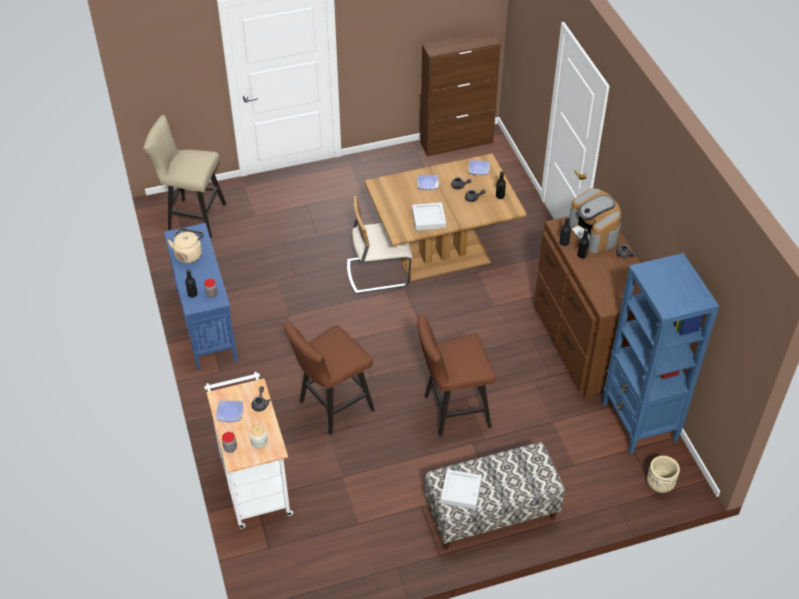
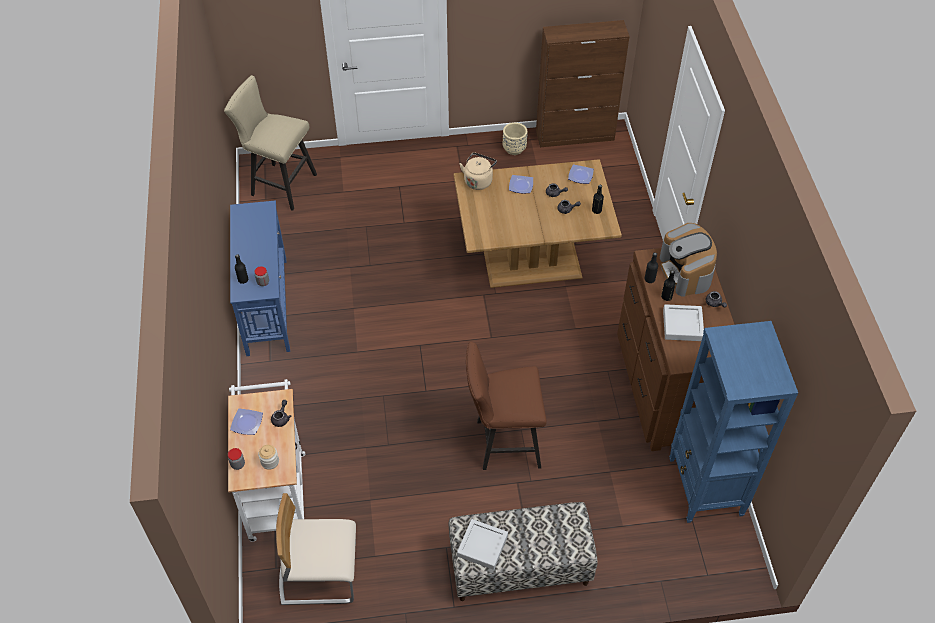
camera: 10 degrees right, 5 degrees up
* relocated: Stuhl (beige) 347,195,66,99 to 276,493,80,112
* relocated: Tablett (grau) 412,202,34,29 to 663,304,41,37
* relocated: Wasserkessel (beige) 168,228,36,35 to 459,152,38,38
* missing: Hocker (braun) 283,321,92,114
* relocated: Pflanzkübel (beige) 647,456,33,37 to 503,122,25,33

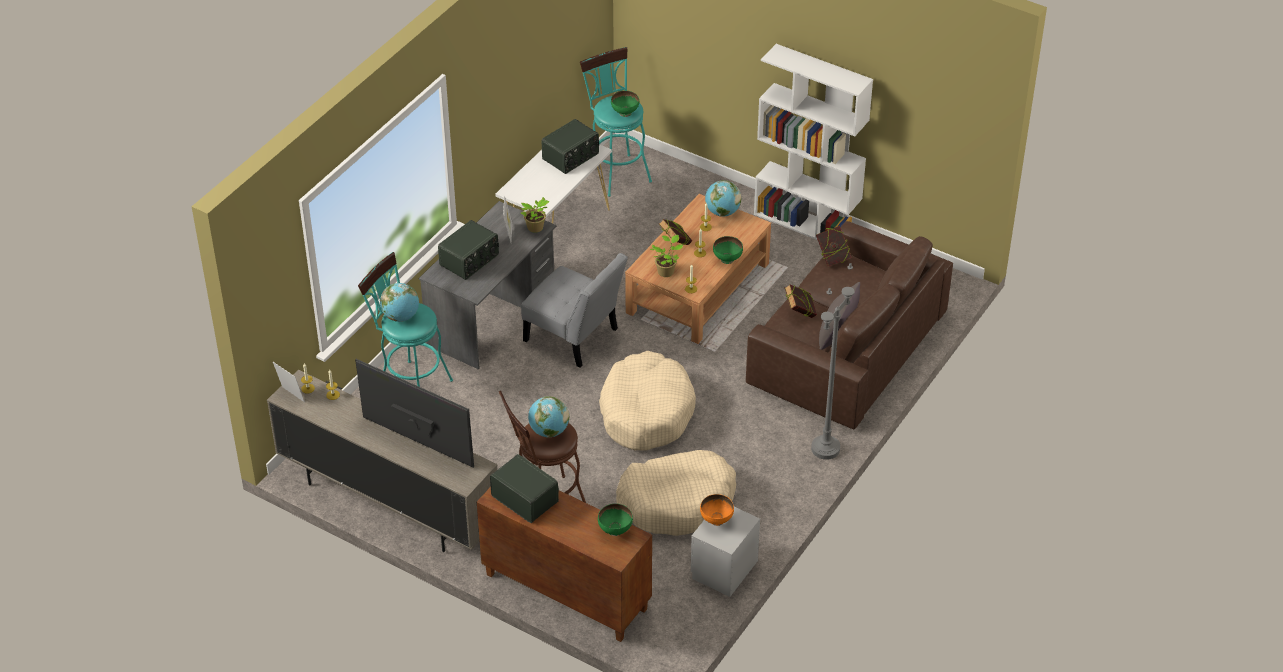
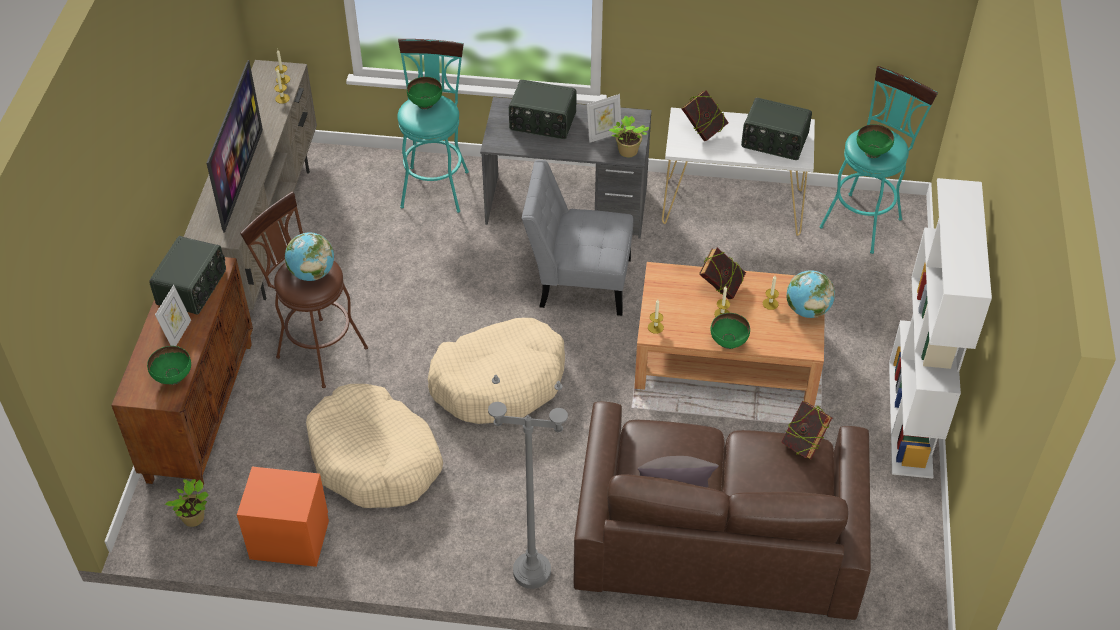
camera: 65 degrees right, 5 degrees up
* relocated: Topfpflanze 650,235,33,42 to 165,479,44,48
* spun: Stuhl (grau) 521,253,107,115 = 522,160,111,156 90 degrees clockwise
* exchanged: Globus 380,283,39,39 to Schüssel (grün) 407,77,35,32
* relocated: Buch 784,284,33,34 to 681,90,48,51
* relocated: Bilderrahmen 273,362,32,40 to 155,285,36,61
* missing: Schüssel (orange) 700,494,34,32
* colour: Nachttisch (grau) 691,507,69,90 to Nachttisch (orange) 237,467,92,100

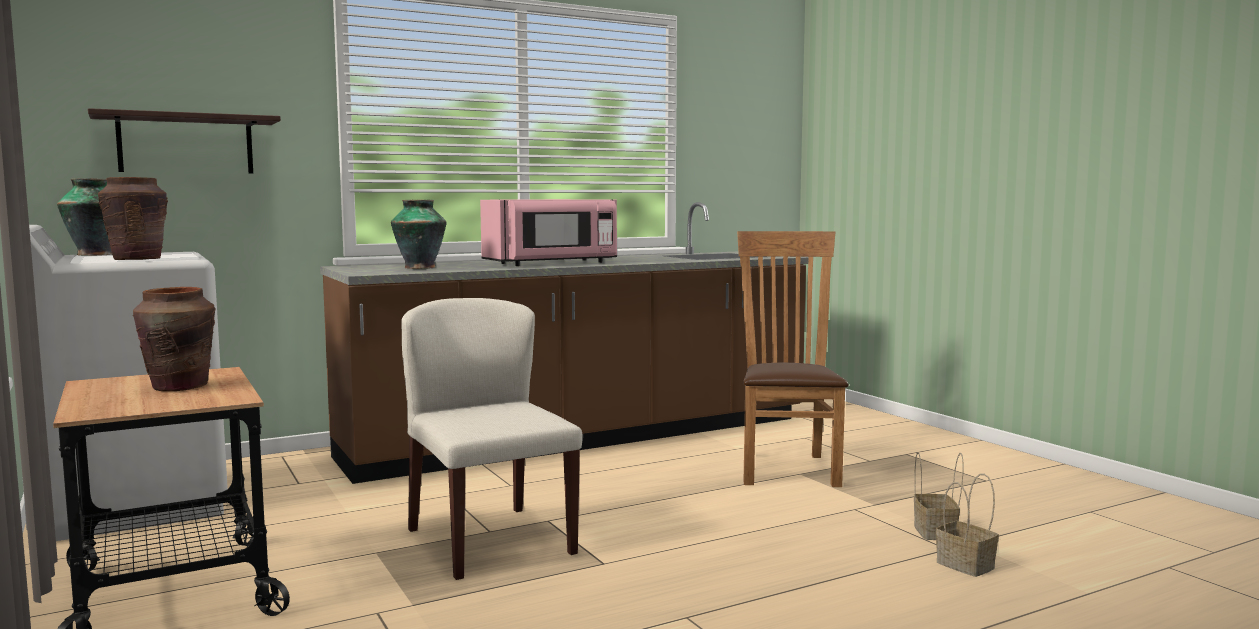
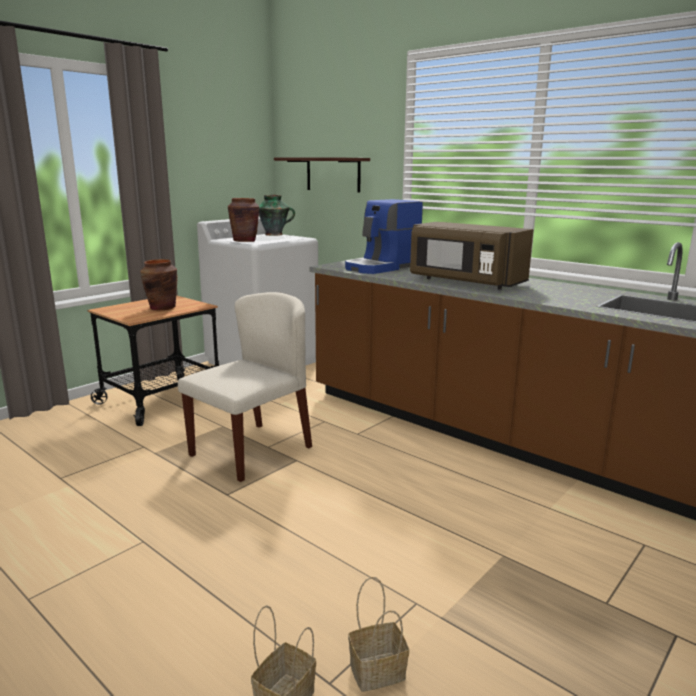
camera: 70 degrees right, 10 degrees up
* colour: Mikrowelle (rosa) 480,199,137,67 to Mikrowelle (braun) 410,222,123,67
* exchanged: Vase 391,200,56,69 to Kaffeemaschine 345,199,78,75
* missing: Stuhl (braun) 737,231,112,256

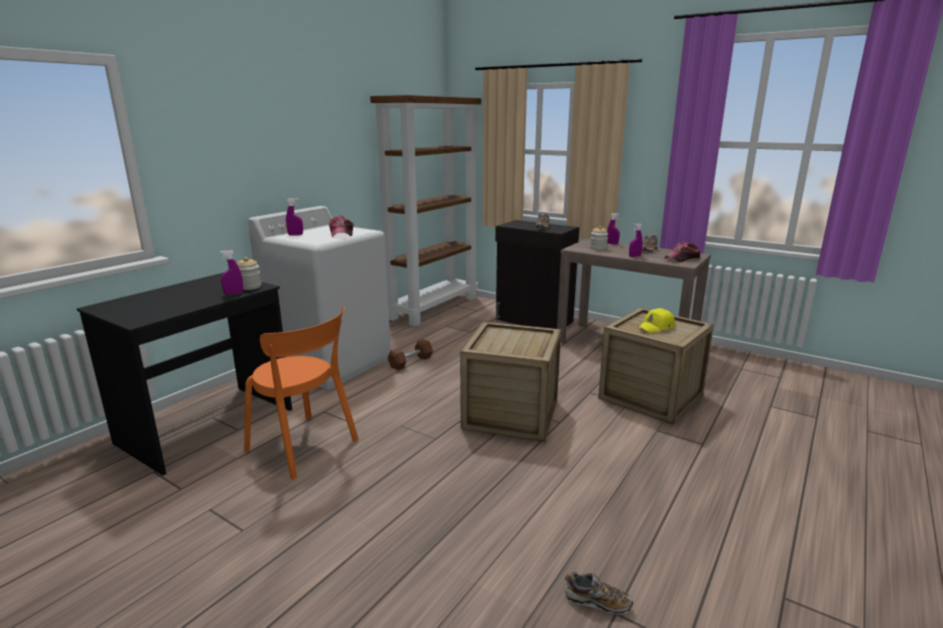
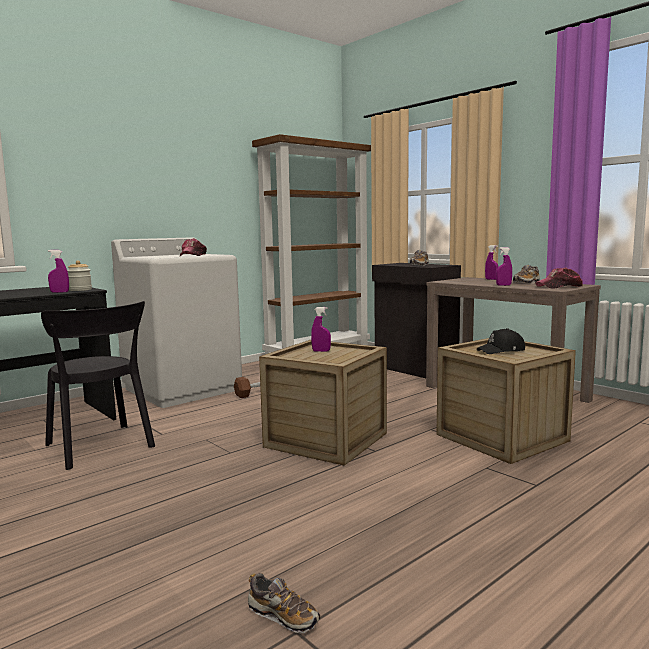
camera: 15 degrees right, 10 degrees down
* relocated: Sprühflasche (lila) 286,198,17,37 to 311,307,20,45
* missing: Vorratsglas 590,226,18,24
* colour: Stuhl (orange) 244,306,115,173 to Stuhl (schwarz) 41,301,114,169
* colour: Kappe (gelb) 638,308,37,25 to Kappe (schwarz) 477,328,48,26

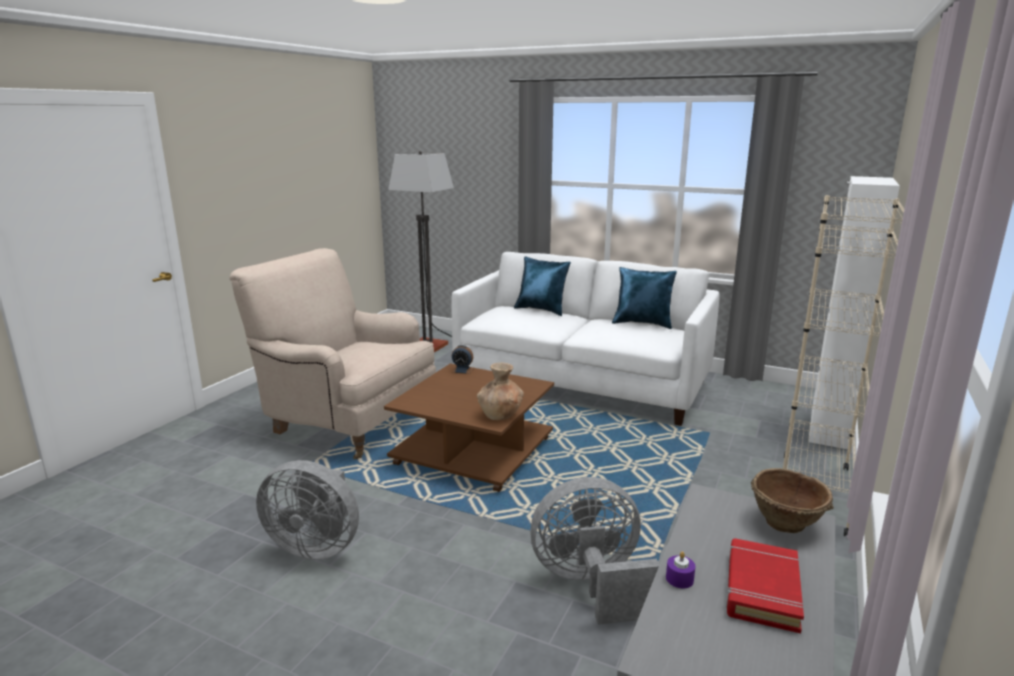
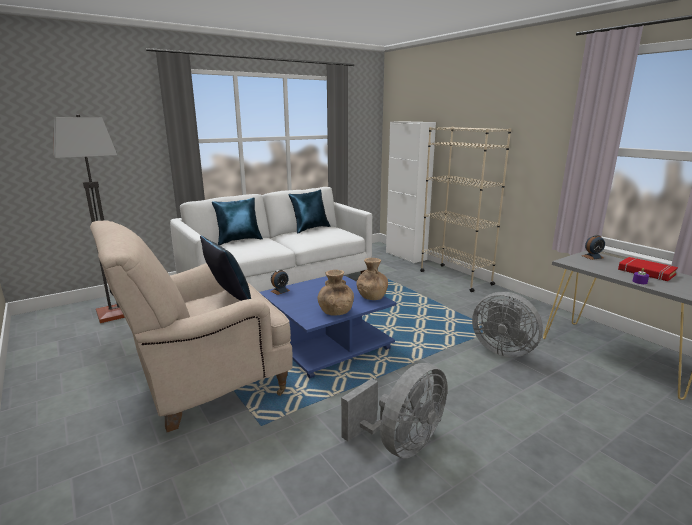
camera: 60 degrees left, 0 degrees up
* colour: Couchtisch (braun) 384,363,170,129 to Couchtisch (blau) 259,275,138,103
* exchanged: Schüssel (braun) 751,468,83,65 to Wecker 582,235,23,25
* spun: Ventilator (grau) 530,477,130,148 = 472,292,71,66 75 degrees counterclockwise
* appeared: Kissen (blau) 200,236,51,65
* appeared: Vase (braun) 318,270,36,46

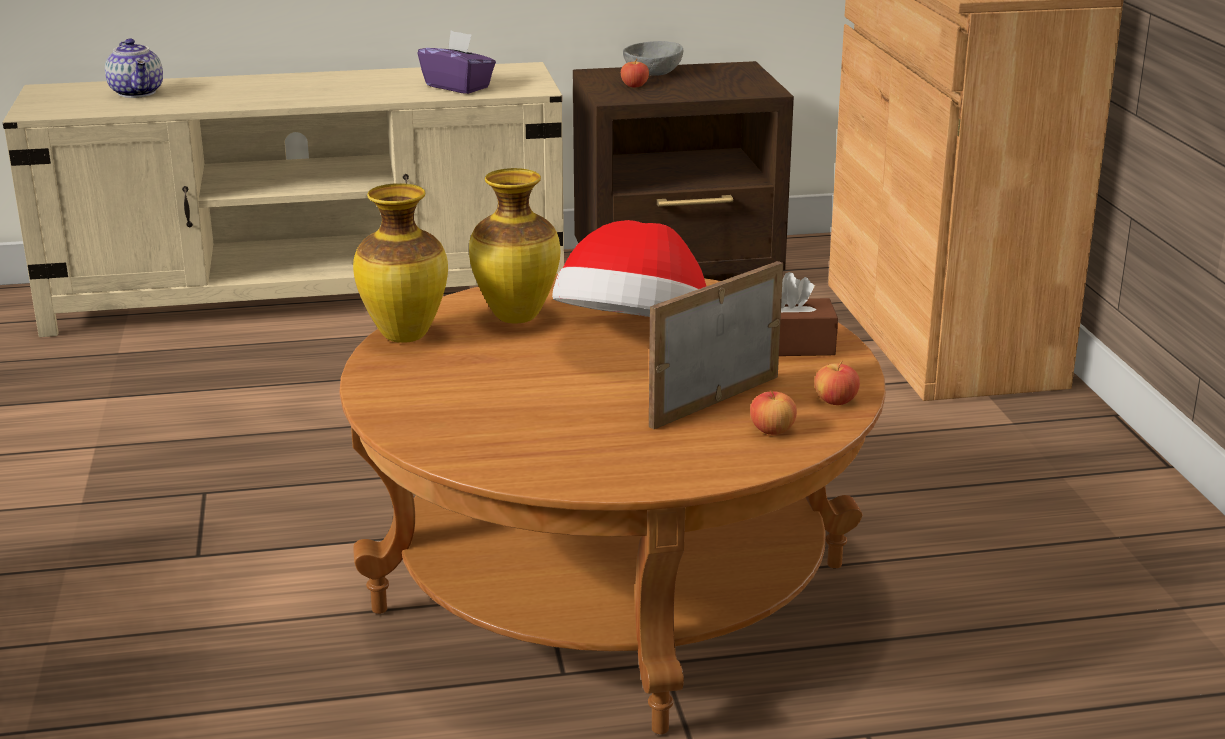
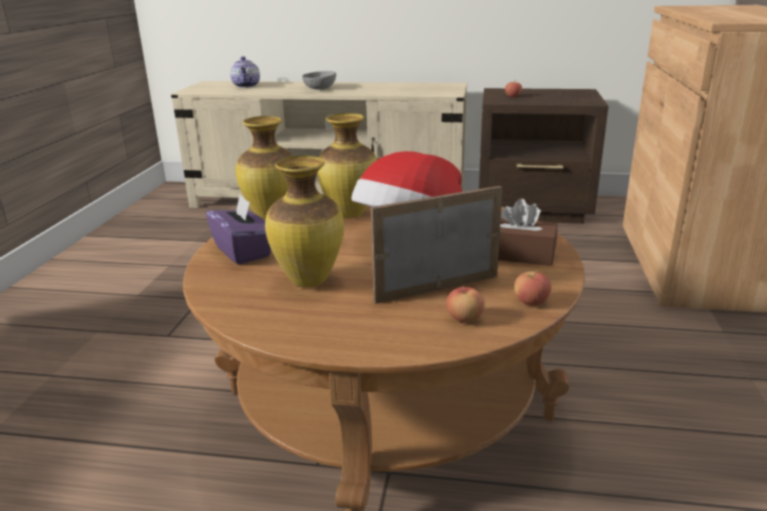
camera: 20 degrees right, 0 degrees up
* relocated: Taschentuchbox (lila) 418,30,78,64 to 206,195,65,70
* relocated: Schüssel (grau) 623,41,60,35 to 302,71,34,19
* appeared: Vase 265,156,79,131

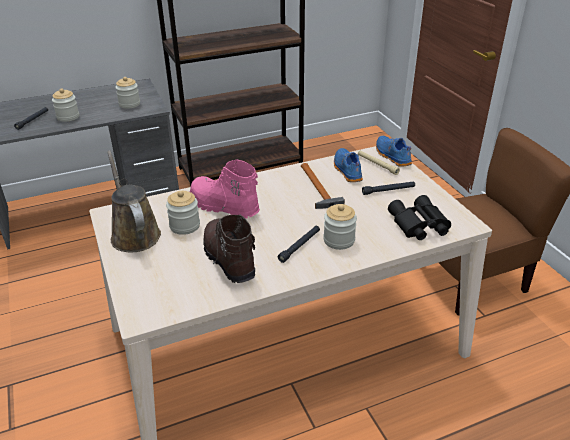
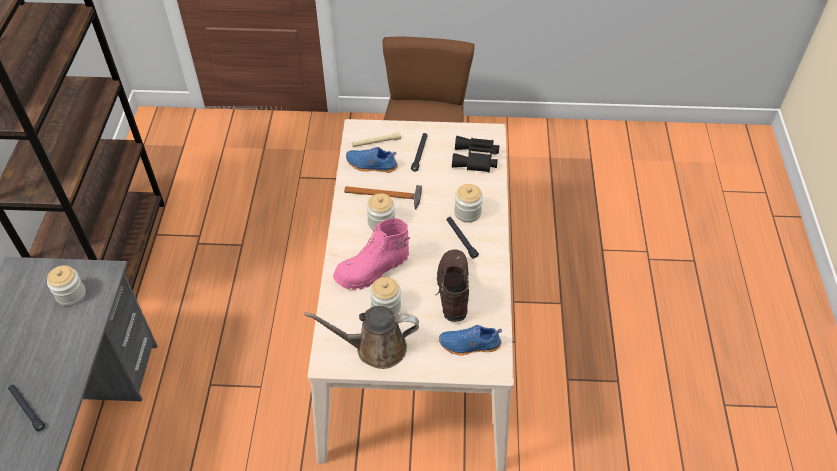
camera: 65 degrees left, 15 degrees up
* relocated: Vorratsglas 52,89,27,33 to 367,193,28,37
* relocated: Schuh (blau) 376,136,36,31 to 439,325,63,31
* spun: Stiefel (braun) 203,215,52,68 = 435,250,34,72 90 degrees clockwise

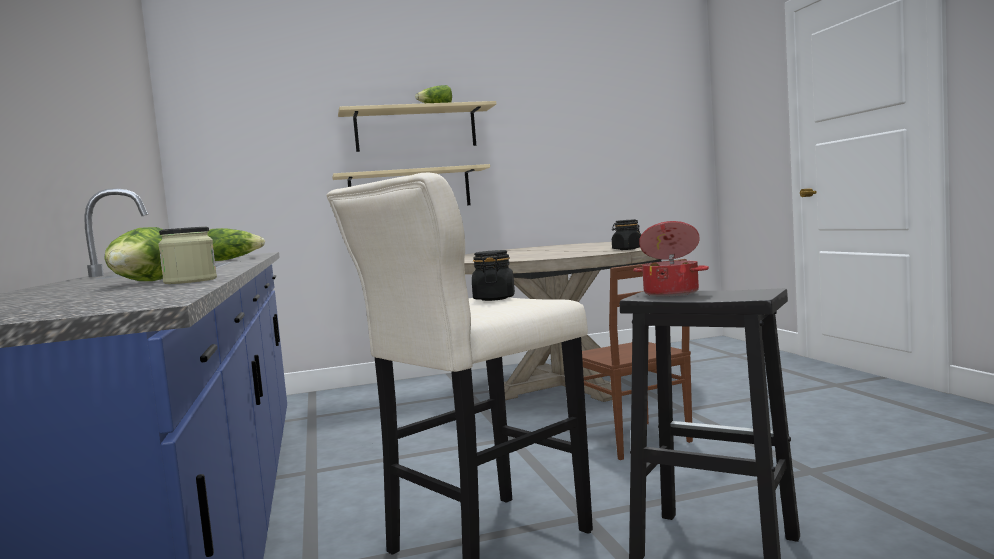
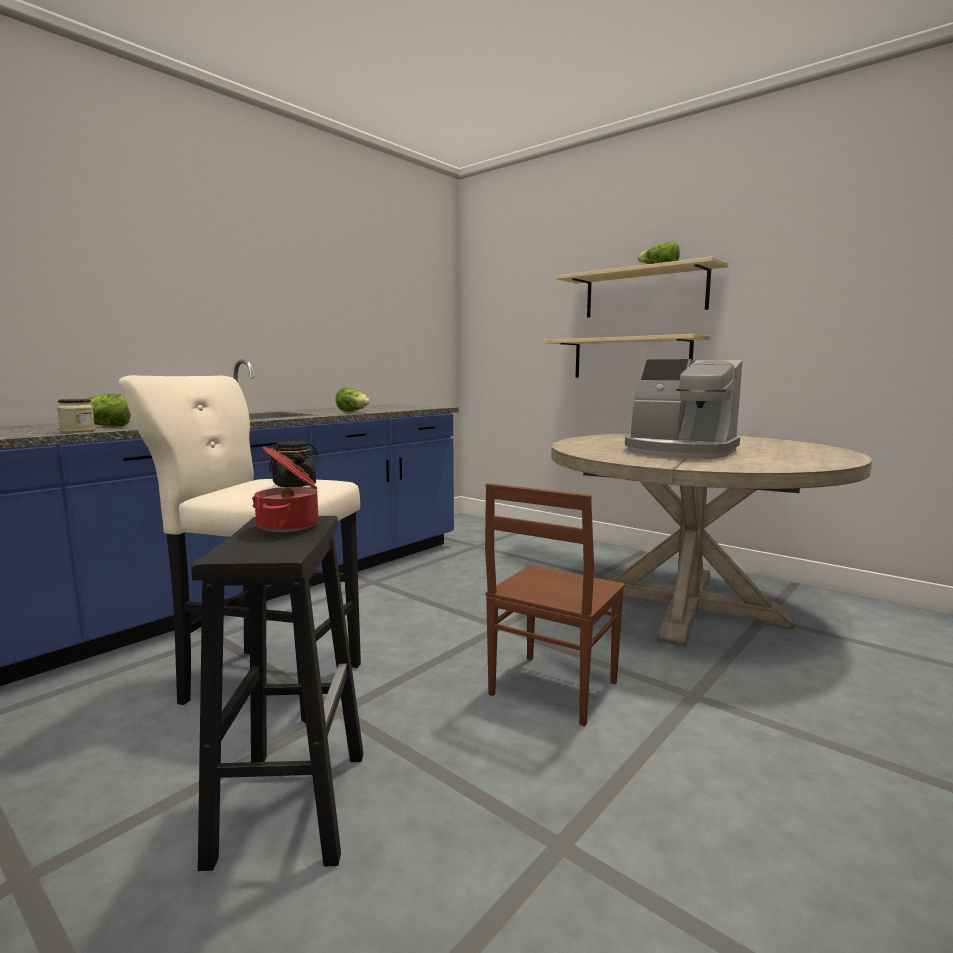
camera: 55 degrees right, 5 degrees up
* missing: Vorratsglas (schwarz) 612,219,29,31
* appeared: Kaffeemaschine 625,359,117,100

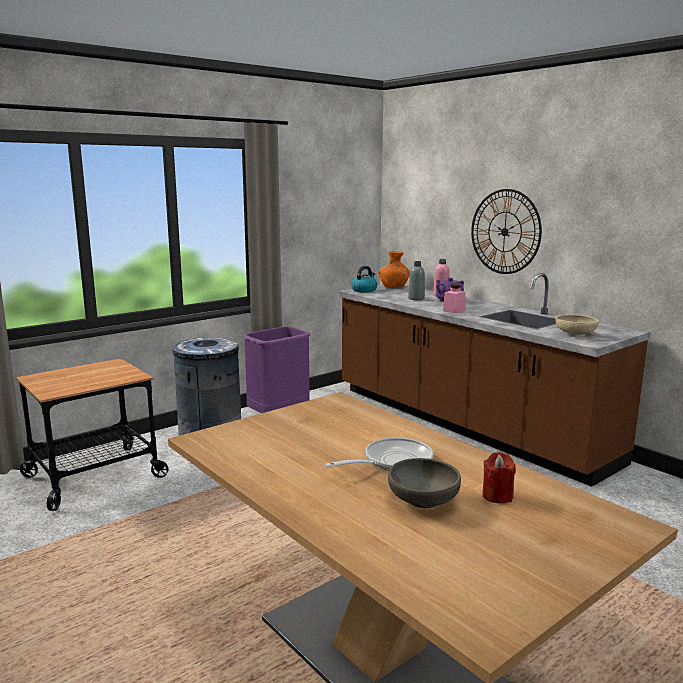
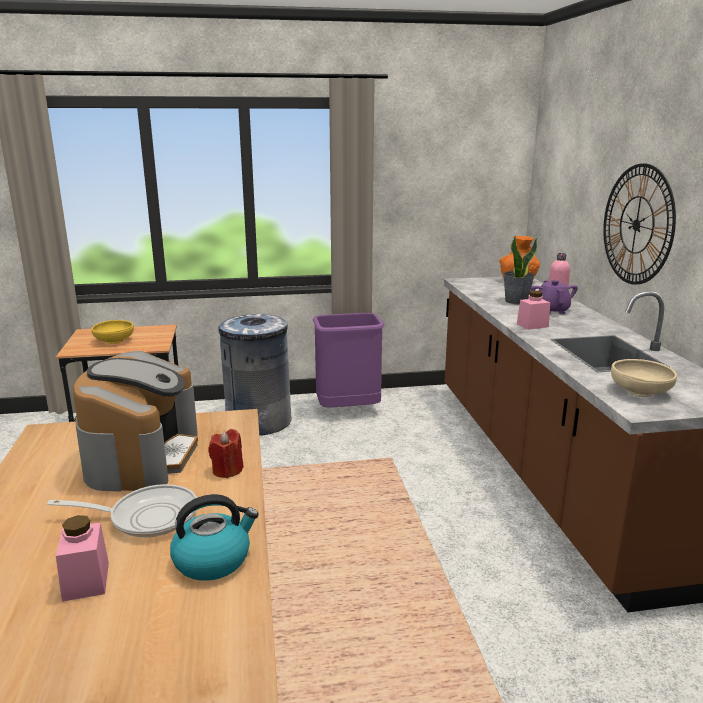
camera: 30 degrees right, 5 degrees up
* exchanged: Flasche (grau) 408,261,17,39 to Topfpflanze 503,236,34,68
* relocated: Wasserkessel 351,266,26,27 to 170,494,89,87
* relocated: Kerze (rot) 482,452,34,51 to 208,429,36,49
* exchanged: Schüssel (grau) 388,458,73,50 to Vorratsglas (rosa) 56,515,53,87
* appeared: Schüssel (gelb) 92,320,42,24
* appeared: Kaffeemaschine 73,351,125,141

